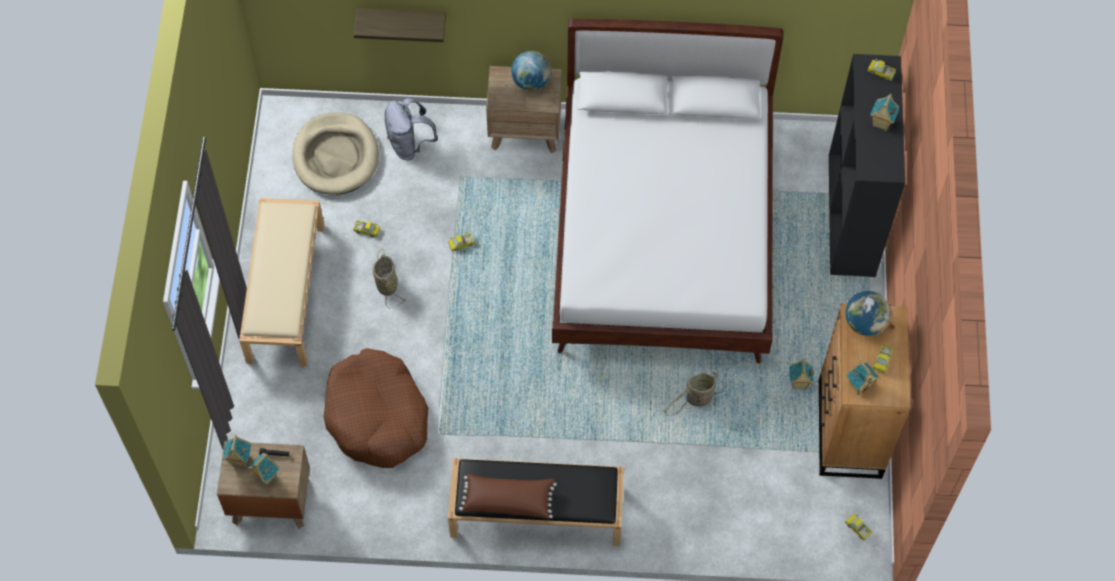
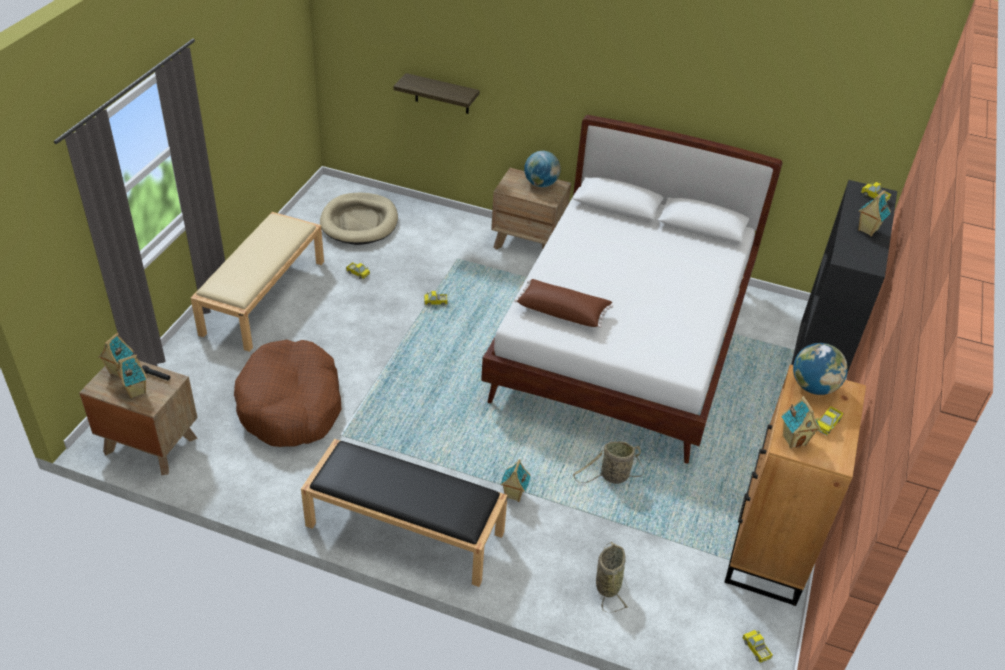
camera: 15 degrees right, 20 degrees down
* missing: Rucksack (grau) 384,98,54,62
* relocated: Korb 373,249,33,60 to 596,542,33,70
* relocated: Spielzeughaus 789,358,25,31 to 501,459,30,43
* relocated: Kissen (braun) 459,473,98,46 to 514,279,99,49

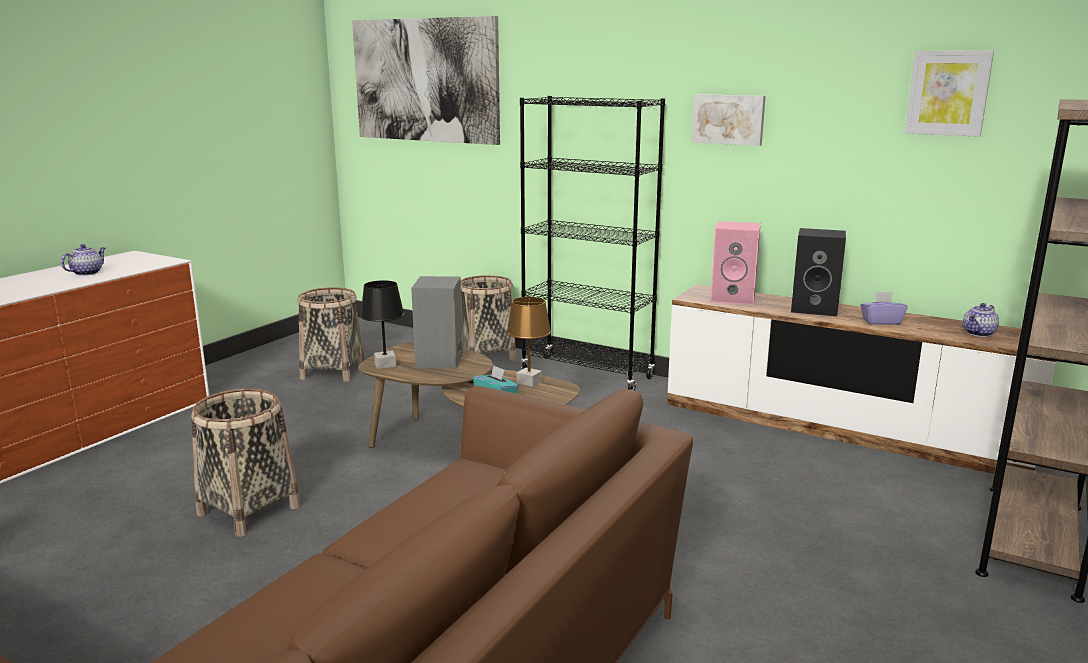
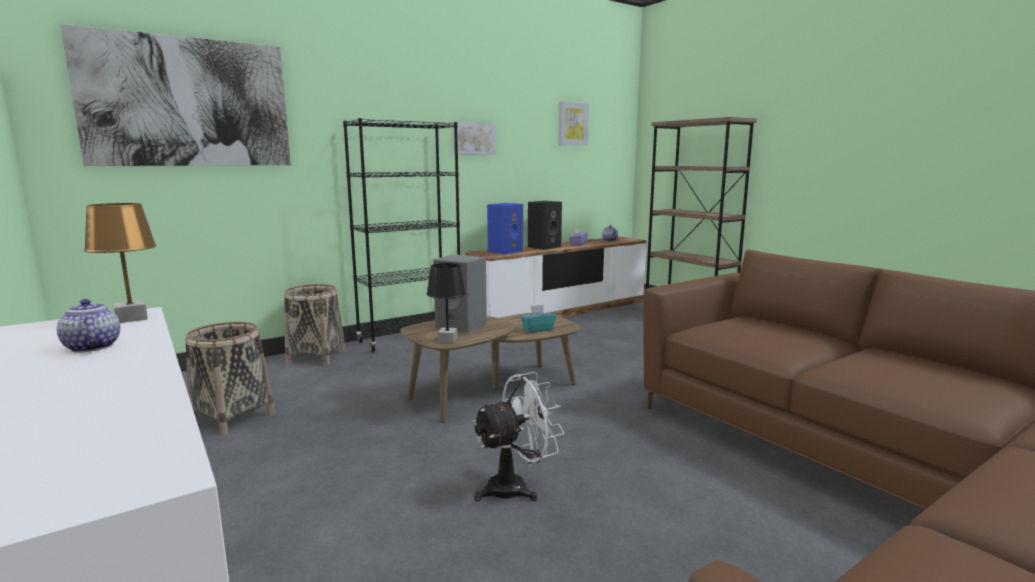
camera: 65 degrees left, 5 degrees down
* colour: Lautsprecher (rosa) 710,221,51,84 to Lautsprecher (blau) 487,203,36,52
* relocated: Tischlampe (braun) 507,297,44,90 to 84,203,72,120
* exchanged: Korb 191,388,110,149 to Ventilator (weiß) 472,372,93,129

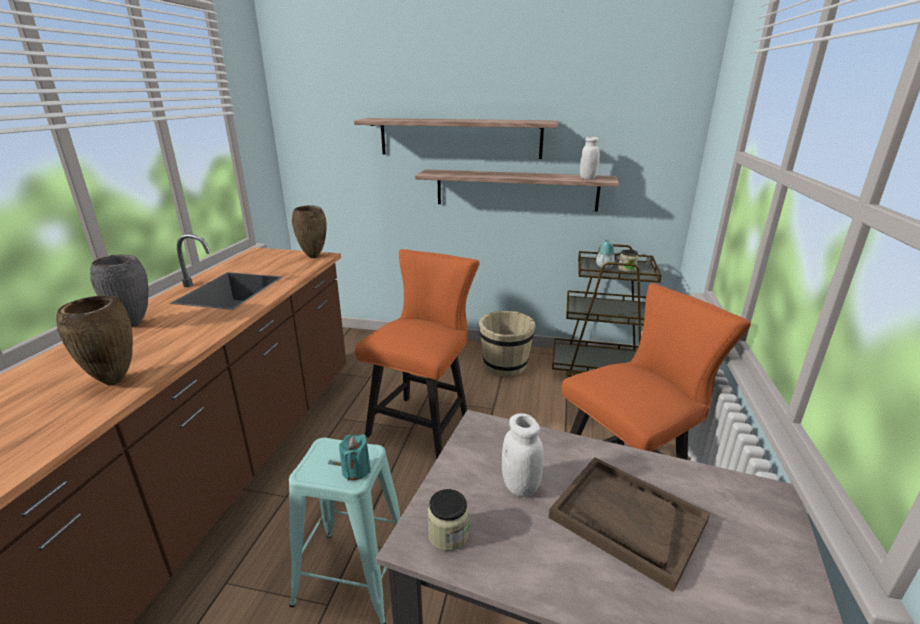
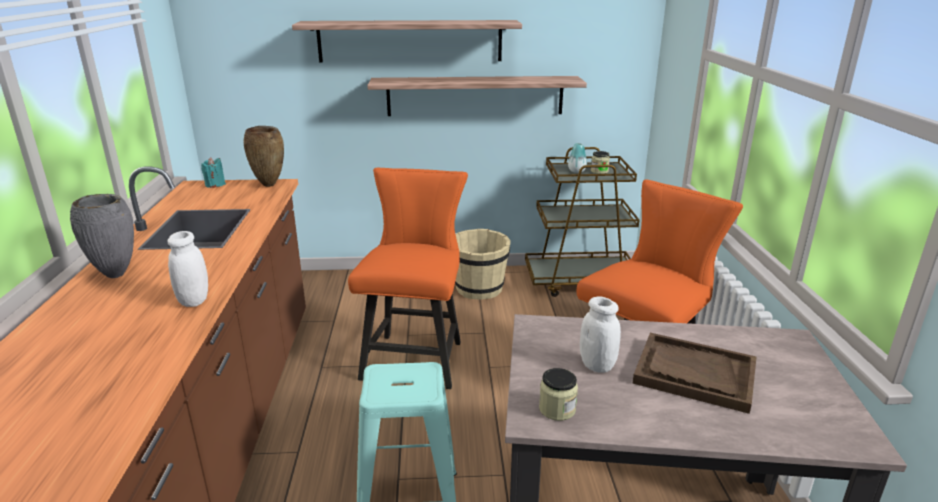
camera: 15 degrees left, 0 degrees up
* relocated: Vorratsglas (weiß) 580,137,20,42 to 167,231,41,76
* missing: Vase (braun) 56,296,77,89
* relocated: Kerze (türkis) 339,434,32,47 to 201,157,25,31

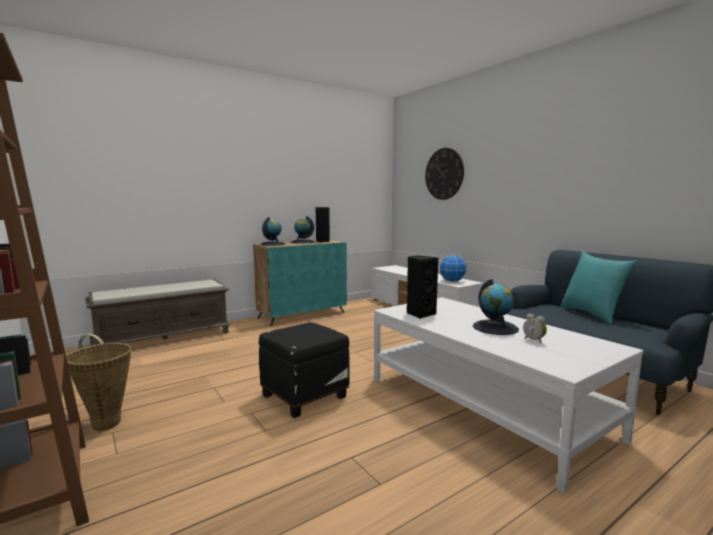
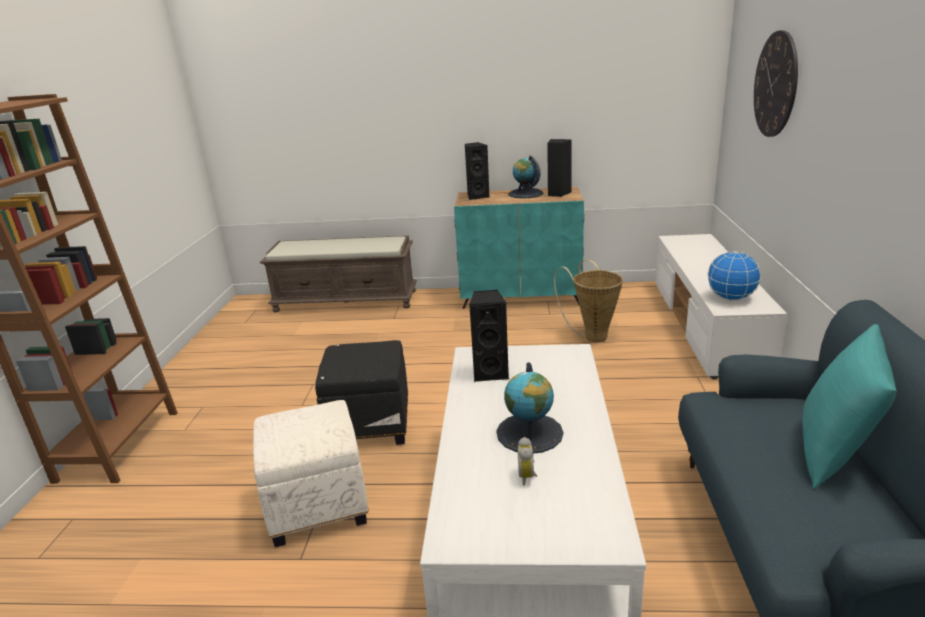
camera: 40 degrees right, 15 degrees up
* exchanged: Globus 260,217,25,29 to Lautsprecher (schwarz) 465,142,25,58
* relocated: Korb 50,334,81,97 to 554,259,69,83
* appeared: Polsterhocker (weiß) 253,400,116,147

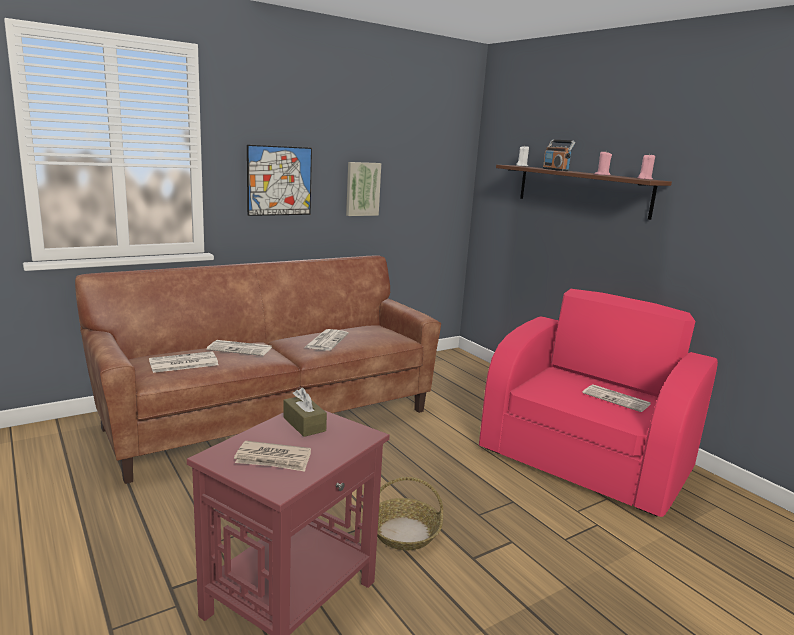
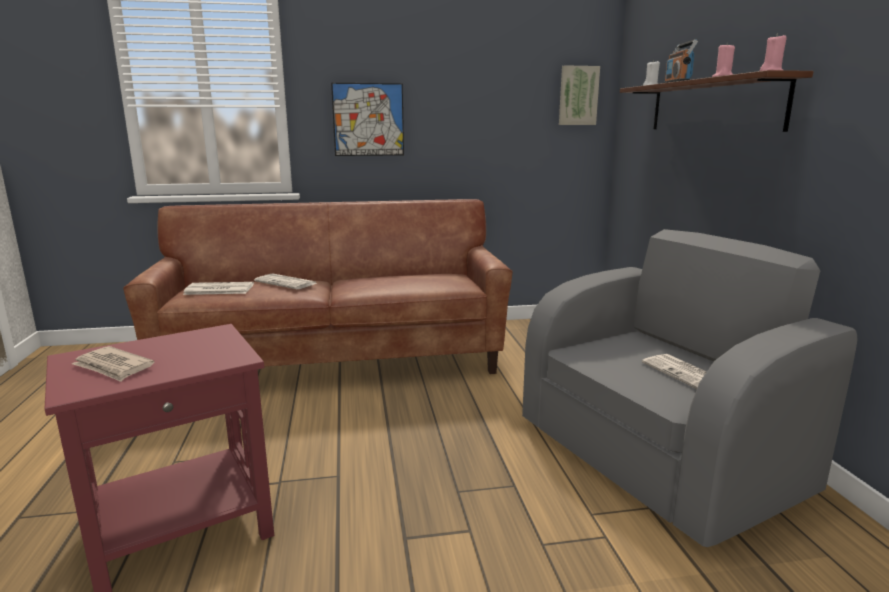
camera: 25 degrees right, 0 degrees up
* relocated: Bild 346,162,35,54 to 559,65,41,60
* colour: Sessel (rosa) 479,289,239,228 to Sessel (grau) 522,229,336,318
* missing: Zeitung 305,329,44,22
* missing: Taschentuchbox (braun) 283,388,44,49
* missing: Korb 377,477,66,73

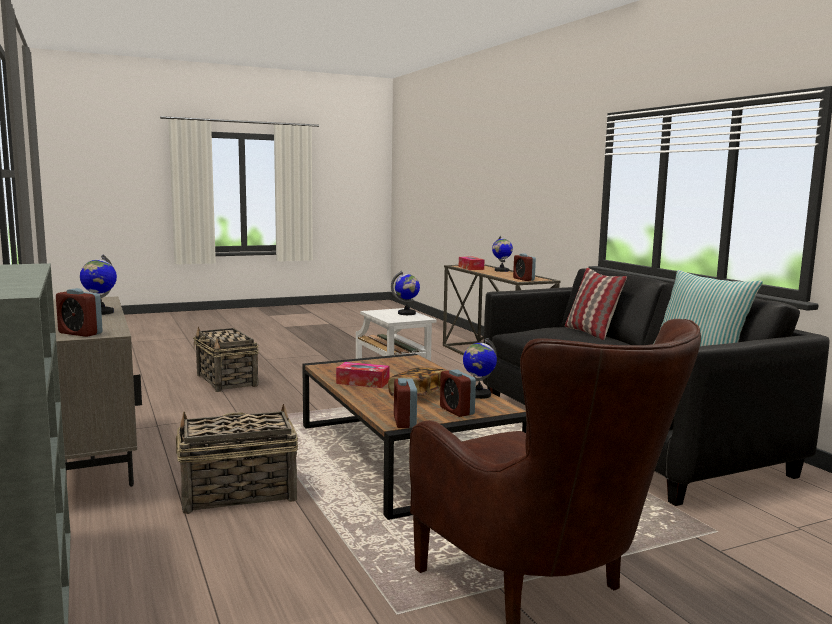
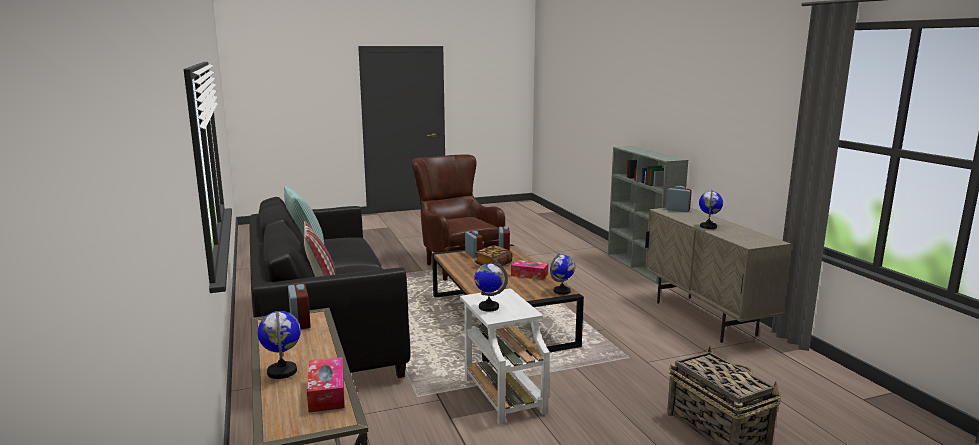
camera: 175 degrees left, 5 degrees up
* relocated: Globus 463,338,34,61 to 550,253,25,42
* missing: Korb 176,404,122,110

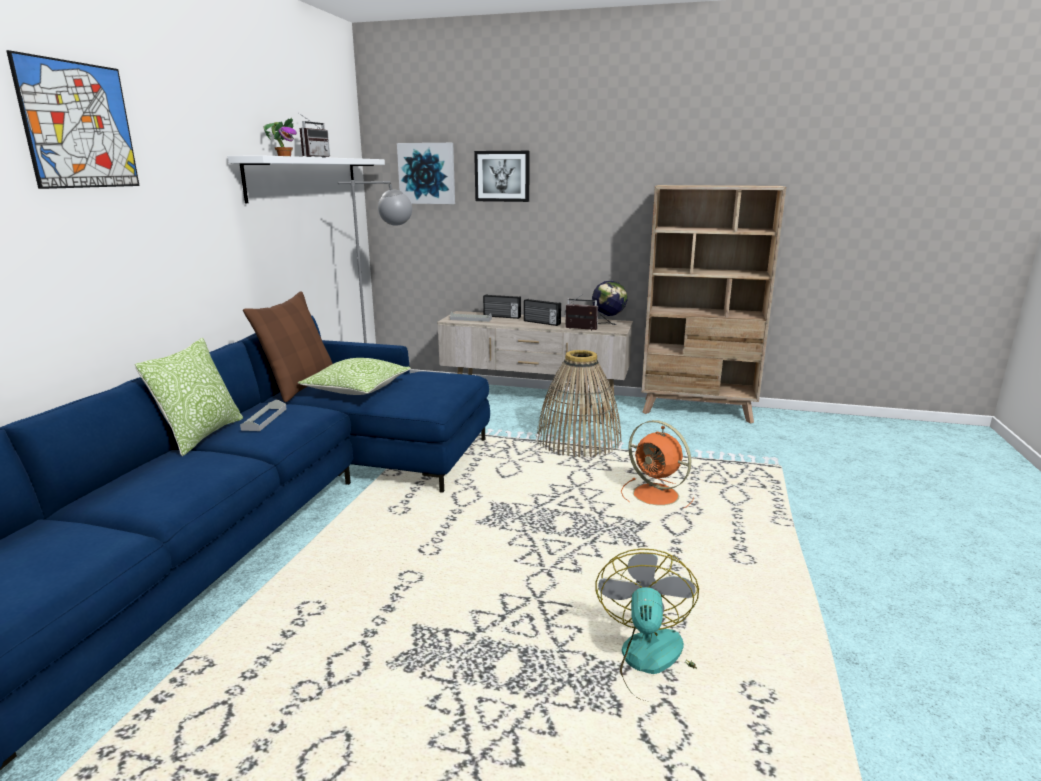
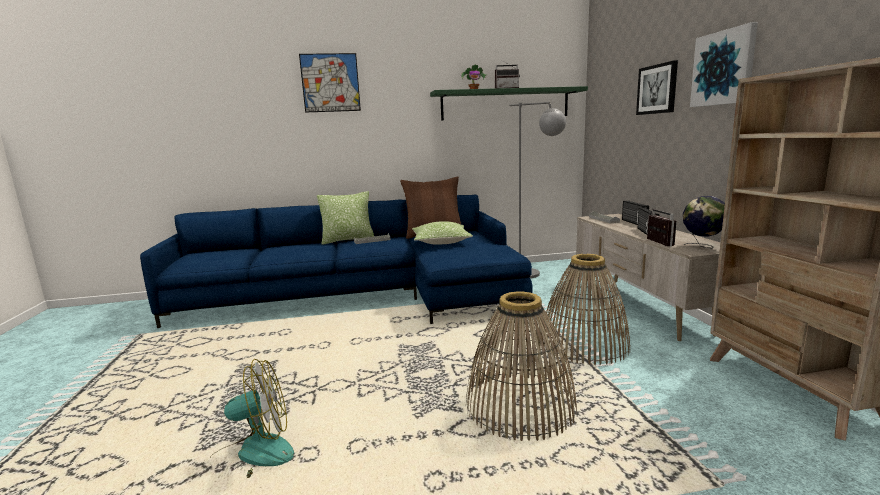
camera: 65 degrees right, 5 degrees down
* relocated: Bild 397,143,58,61 to 690,22,68,85
* colour: Wandregal (weiß) 227,156,158,47 to Wandregal (grün) 430,86,158,35
* exchanged: Ventilator (orange) 621,420,73,88 to Korb 466,291,111,150

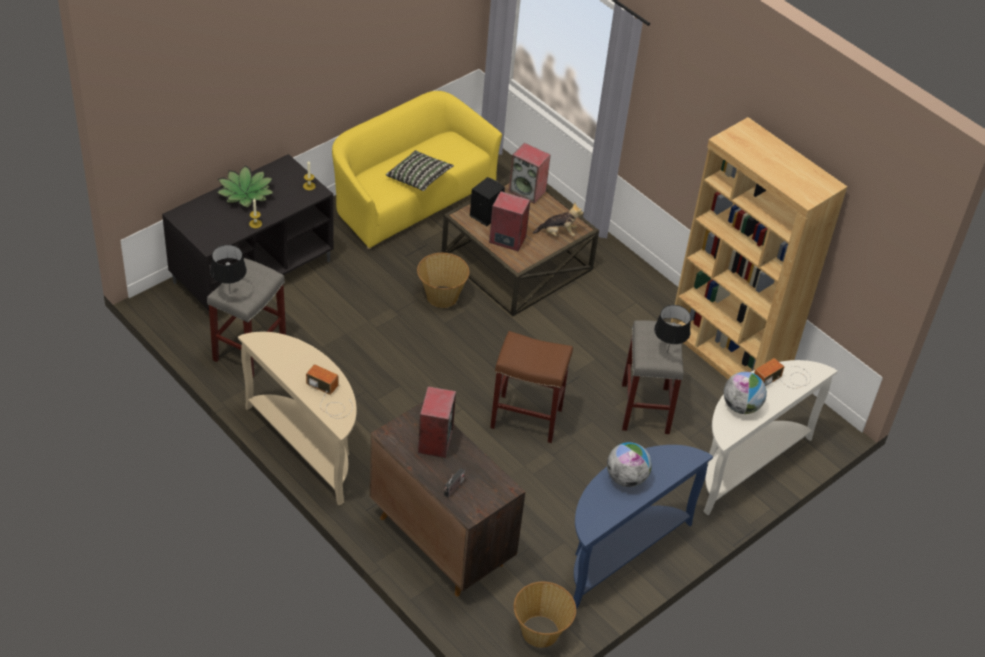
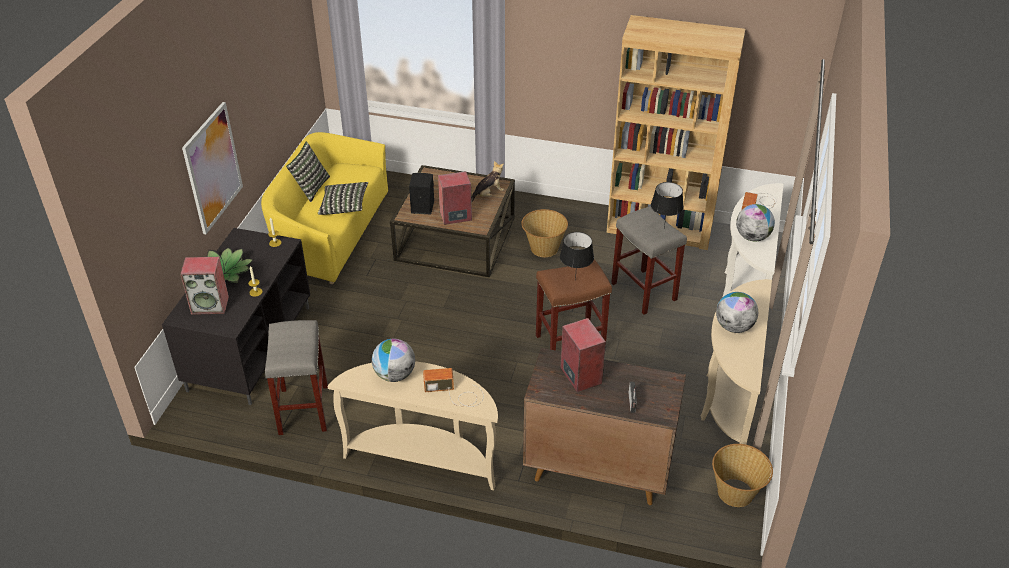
camera: 30 degrees left, 5 degrees down
* relocated: Lautsprecher 509,143,42,61 to 180,257,49,58
* relocated: Tischlampe (schwarz) 210,245,37,45 to 560,232,34,49
* relocated: Korb 417,253,52,55 to 521,209,47,48
* colour: Konsolentisch (blau) 573,445,140,164 to Konsolentisch (beige) 701,279,71,165
* appeared: Bild 182,102,61,132
* appeared: Kissen 286,141,44,61
* appeared: Globus 372,339,43,43

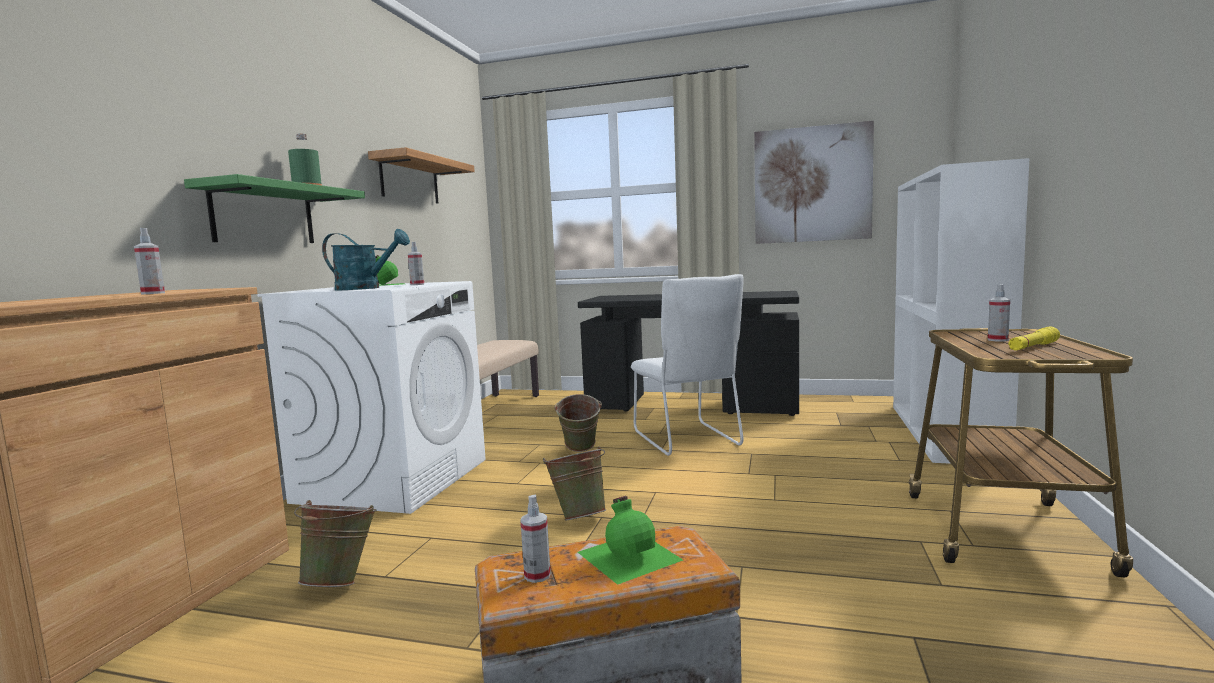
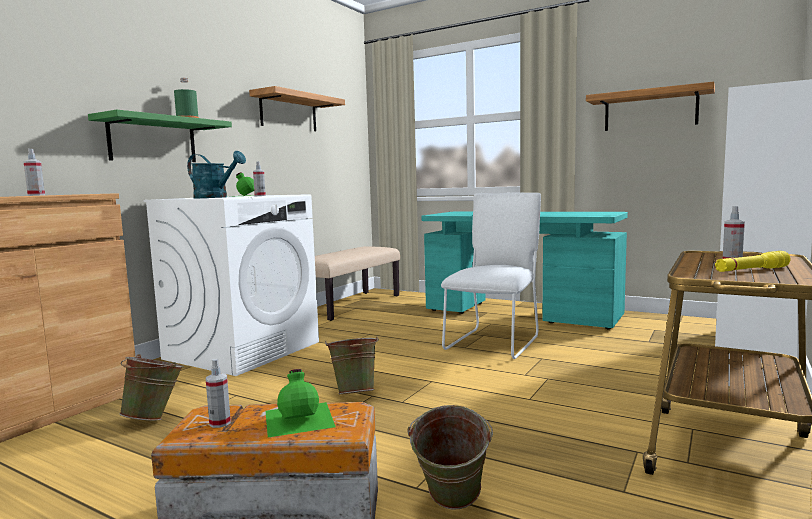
camera: 15 degrees right, 0 degrees up
* exchanged: Bild 754,121,120,123 to Wandregal 586,82,129,49
* spun: Stuhl (weiß) 631,274,113,182 = 441,192,100,167 150 degrees counterclockwise
* colour: Schreibtisch (schwarz) 578,291,221,125 to Schreibtisch (türkis) 422,212,206,117
* relocated: Eimer (grün) 554,394,48,58 to 408,405,85,104

